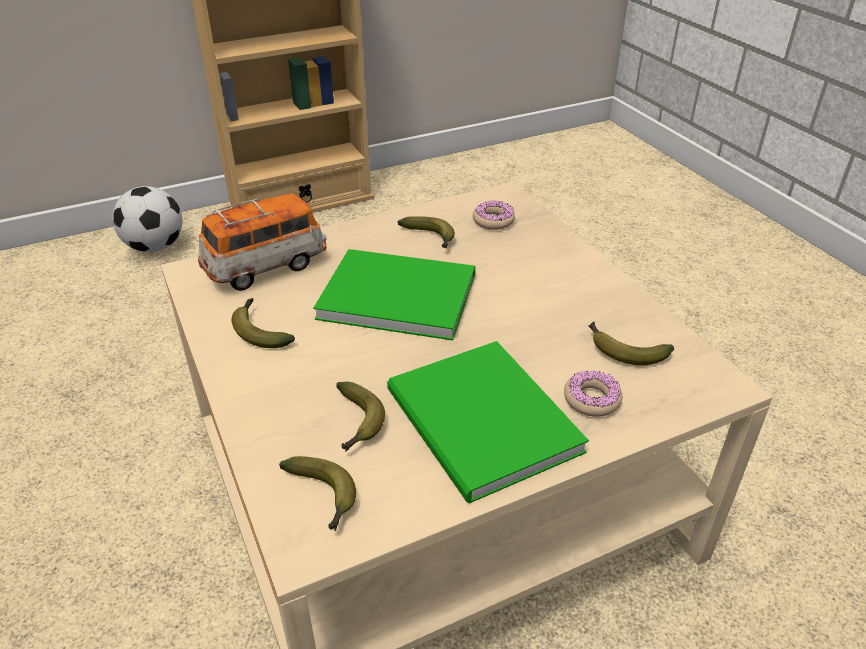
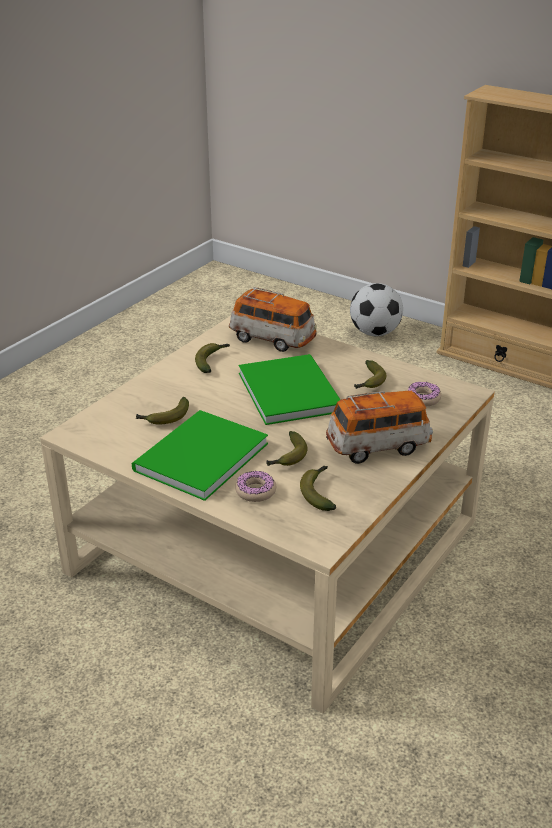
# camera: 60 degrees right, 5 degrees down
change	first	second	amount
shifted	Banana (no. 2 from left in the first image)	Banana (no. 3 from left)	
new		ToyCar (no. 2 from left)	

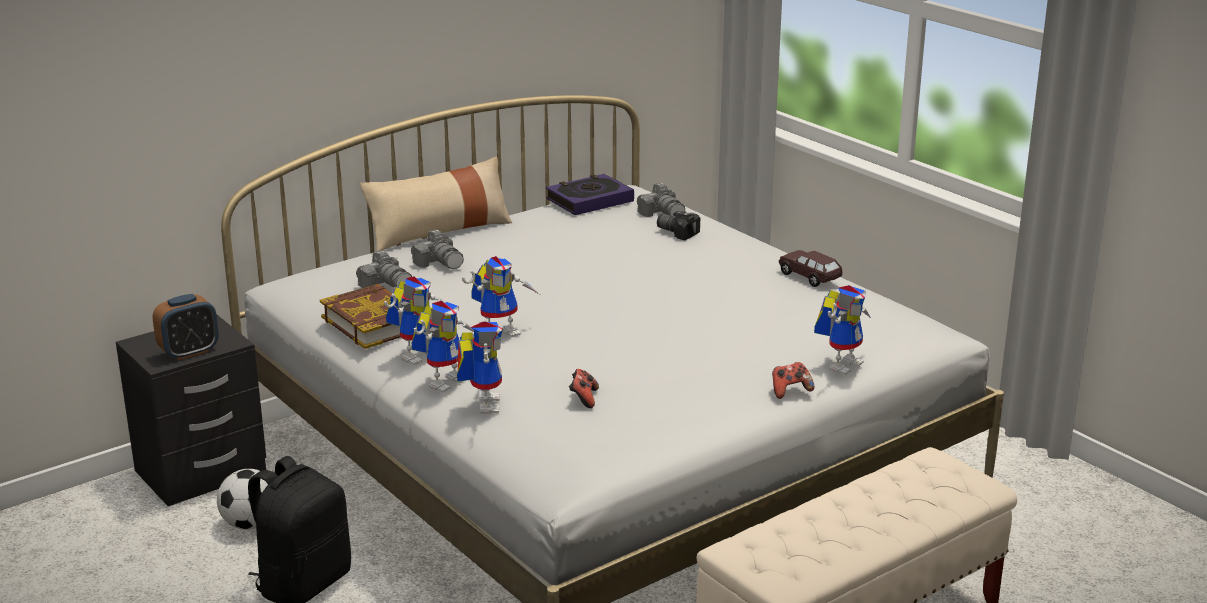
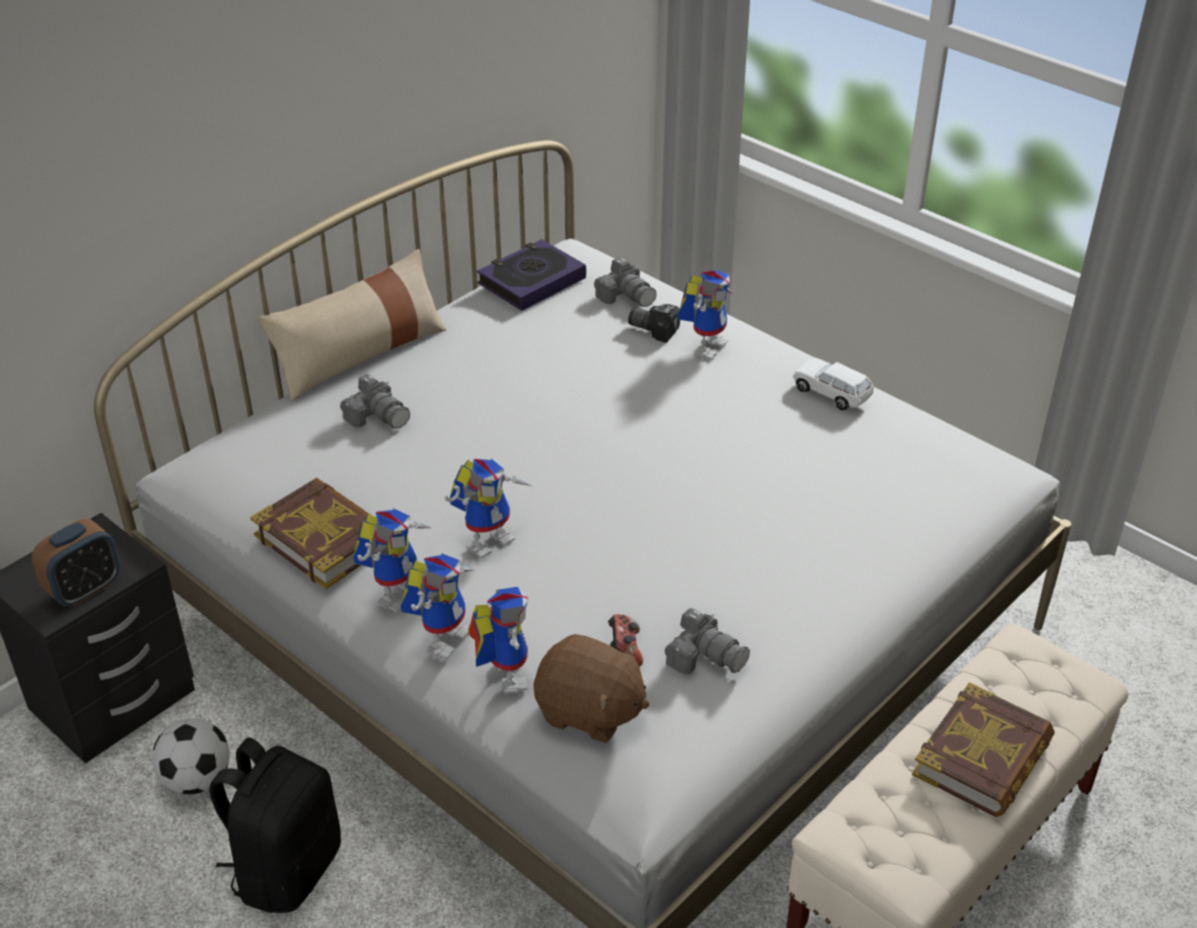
# camera: 10 degrees left, 15 degrees up
change	first	second	amount
shifted	PhotoCamera (no. 1 from left in the first image)	PhotoCamera (no. 4 from left)	
gone	GameController (no. 2 from left)		
repainted	BrownToyCar	WhiteToyCar	
shifted	ToyRobot (no. 5 from left)		
new		BrownPlushToy	
new		Book (no. 3 from left)	

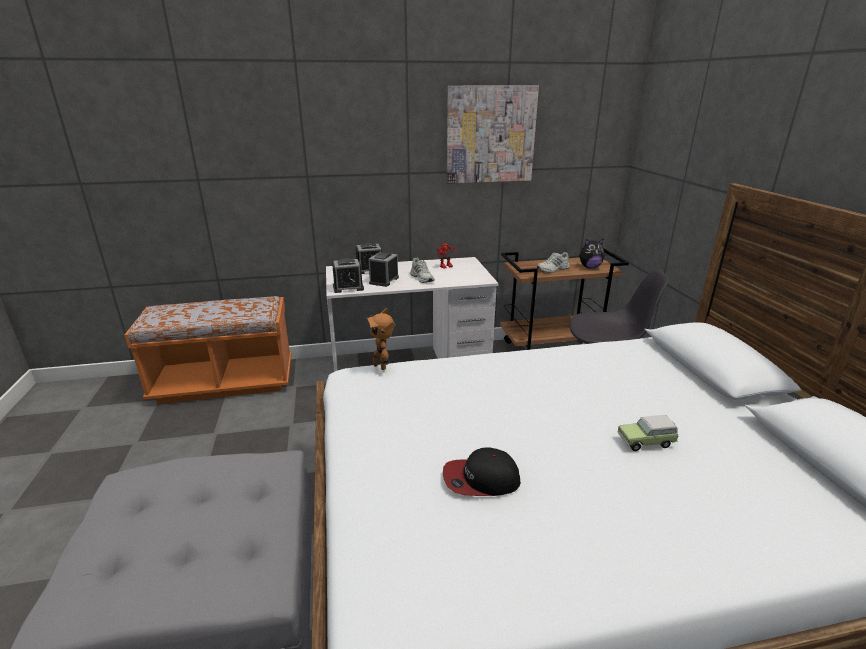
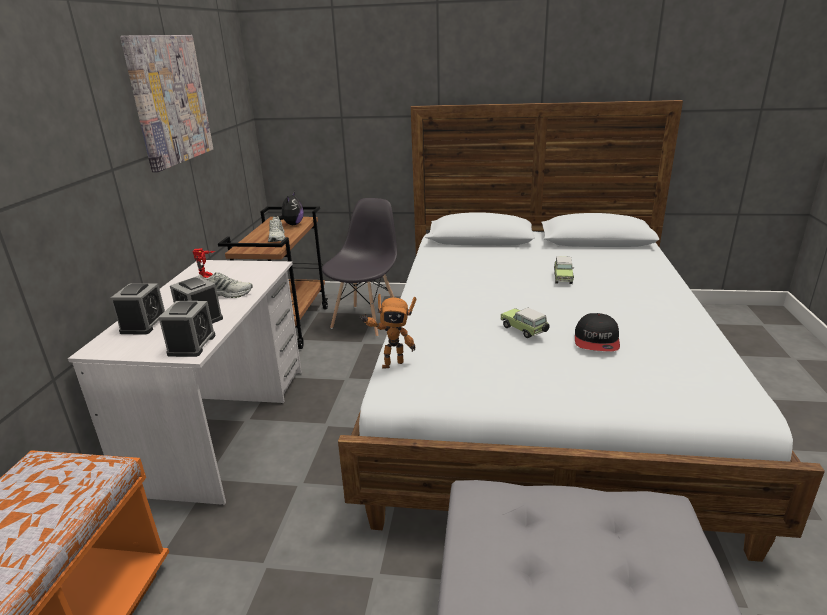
# camera: 70 degrees left, 0 degrees up
change	first	second	amount
new		ToyCar (no. 1 from left)	

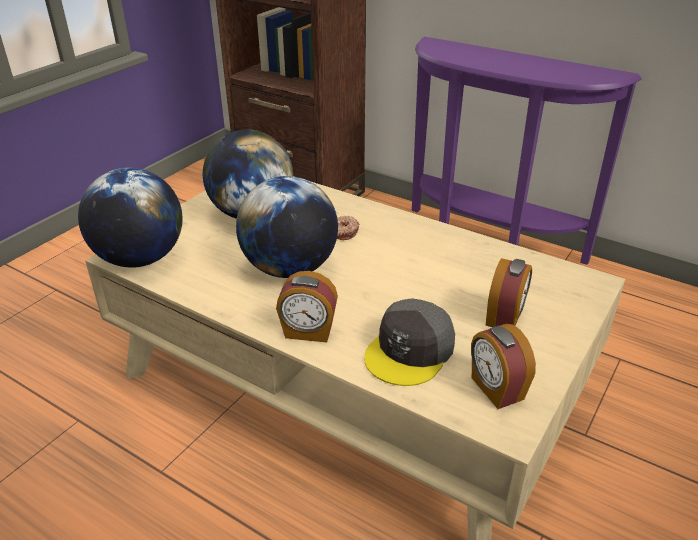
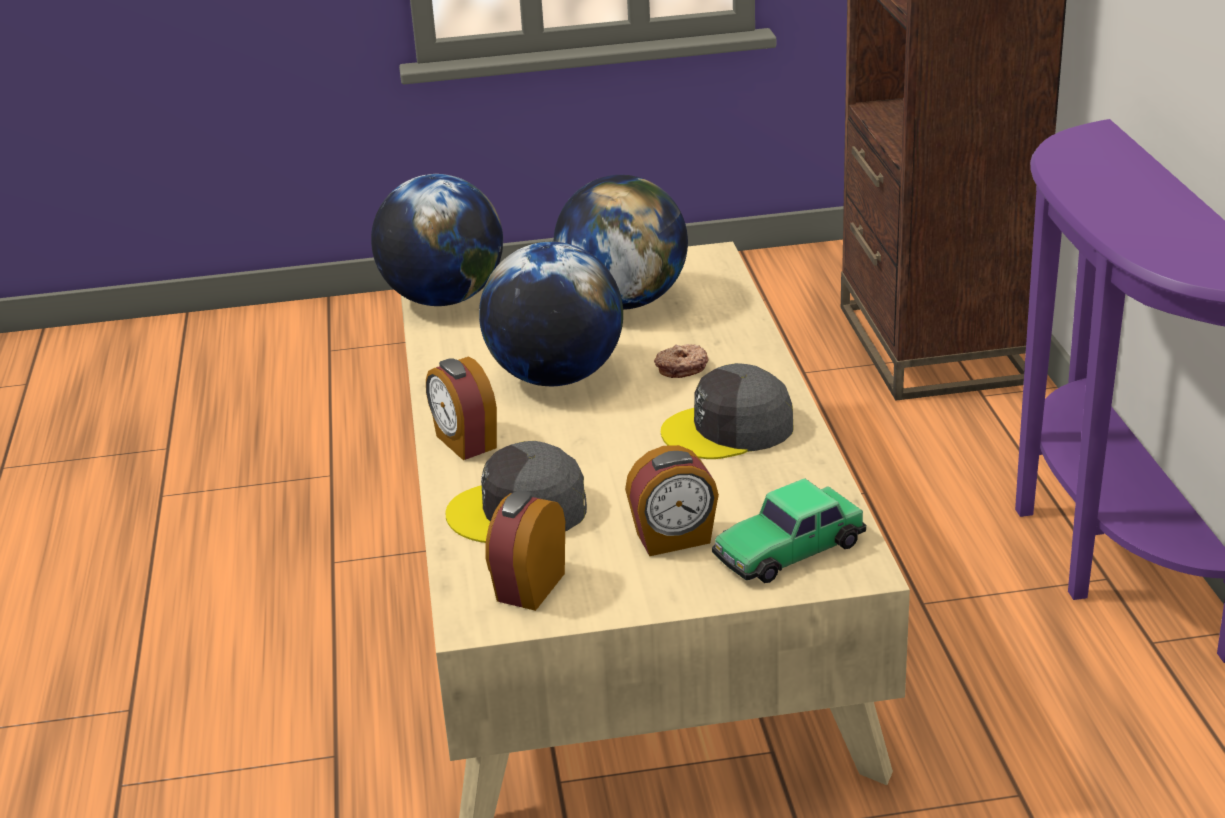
# camera: 50 degrees right, 5 degrees down
change	first	second	amount
new		GreyCap (no. 2 from left)	
new		ToyCar	

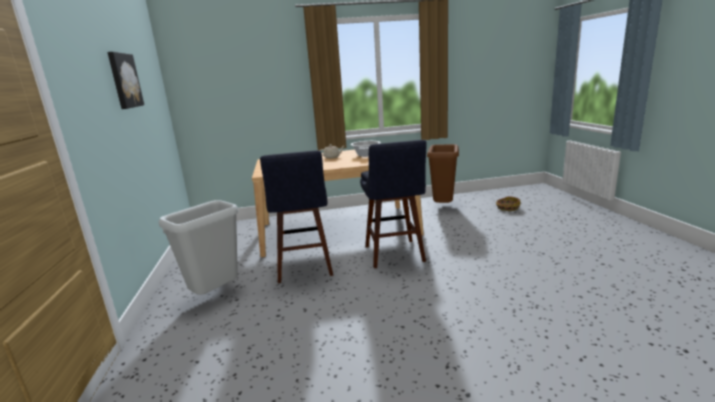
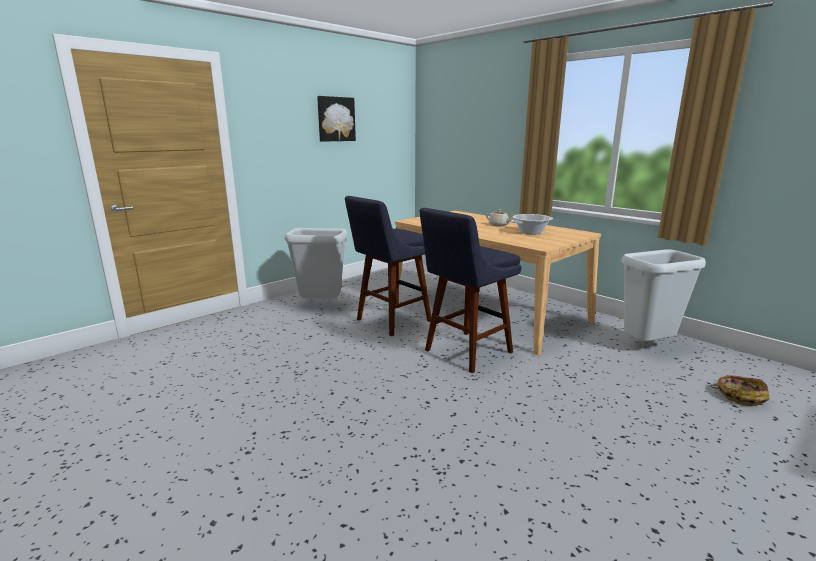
# camera: 55 degrees right, 0 degrees up
change	first	second	amount
repainted	BrownTrashCan	GreyTrashCan (no. 2 from left)	

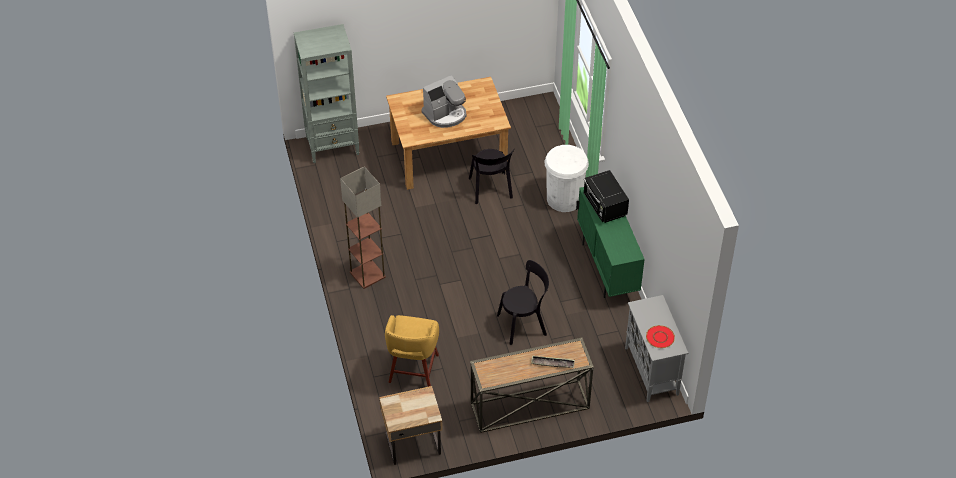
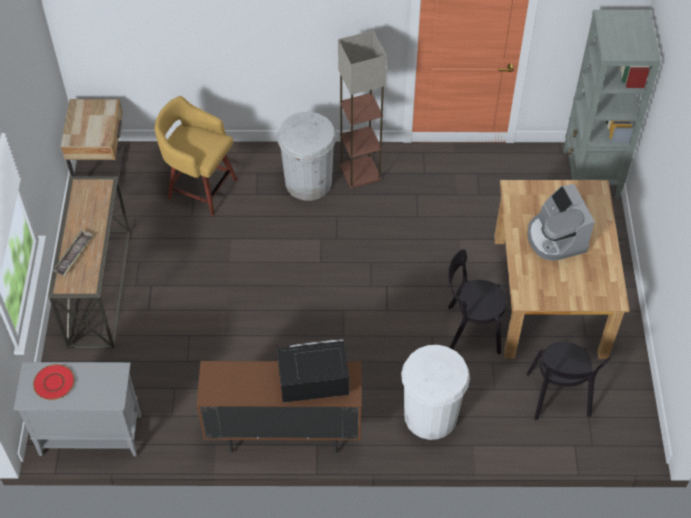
# camera: 105 degrees right, 5 degrees up
change	first	second	amount
shifted	BlackChair (no. 2 from left)		
repainted	GreenCabinet	BrownCabinet	
new		WhiteTrashCan (no. 1 from left)	

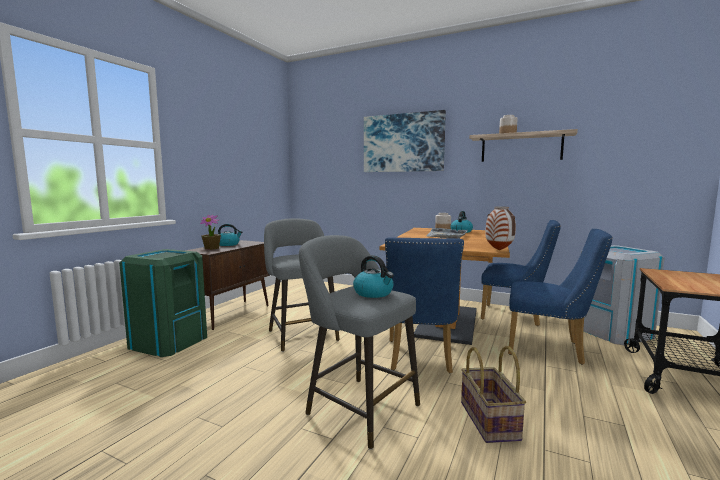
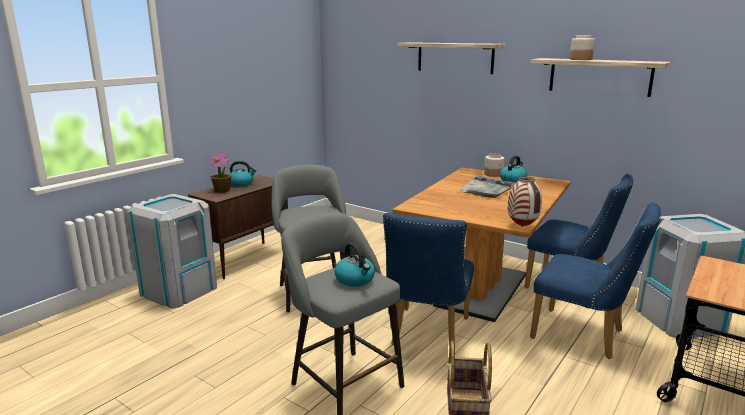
# camera: 10 degrees right, 10 degrees up
change	first	second	amount
repainted	GreenTrashCan	GreyTrashCan (no. 1 from left)	
swapped	Picture	Shelf (no. 1 from left)	

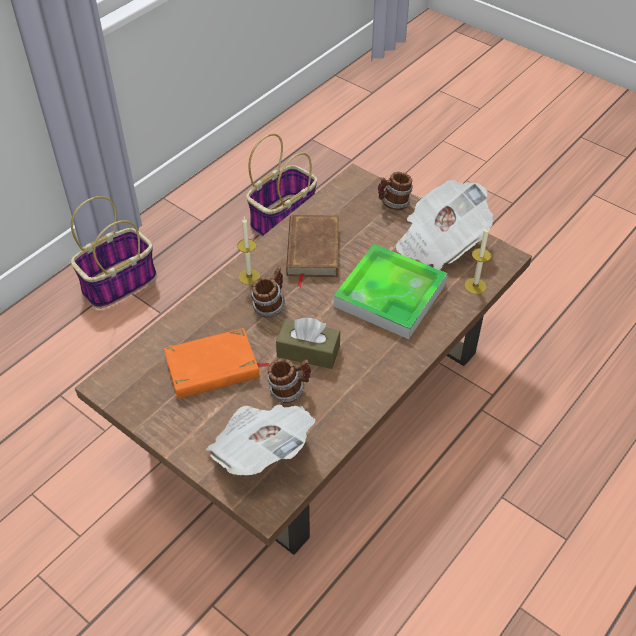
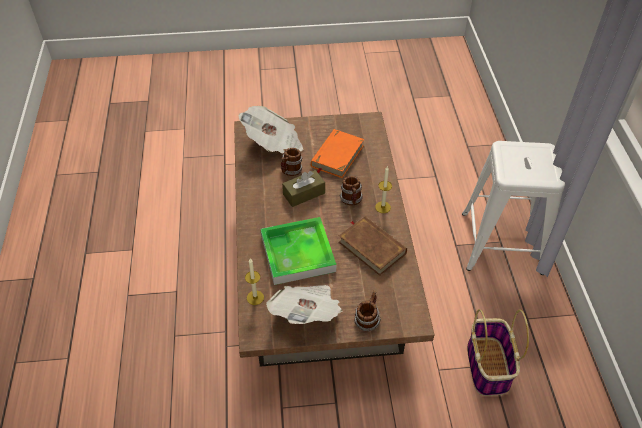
# camera: 135 degrees right, 0 degrees up
change	first	second	amount
swapped	Basket (no. 1 from left)	WhiteStool	

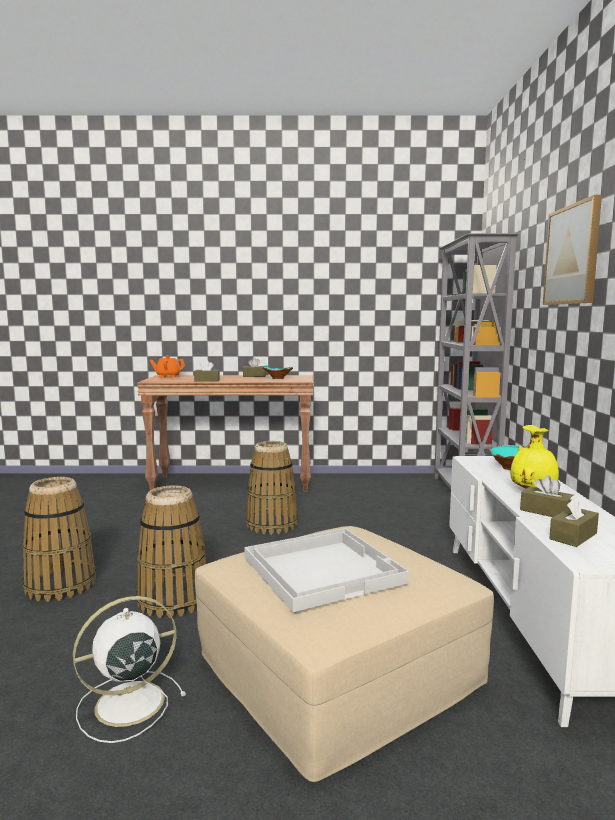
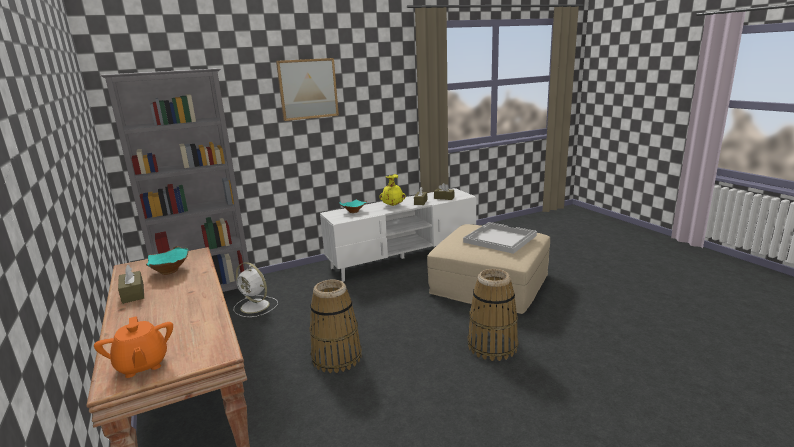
# camera: 115 degrees left, 10 degrees up
change	first	second	amount
gone	Basket (no. 1 from left)		
shifted	WhiteFan		
gone	BrownTissueBox (no. 1 from left)		

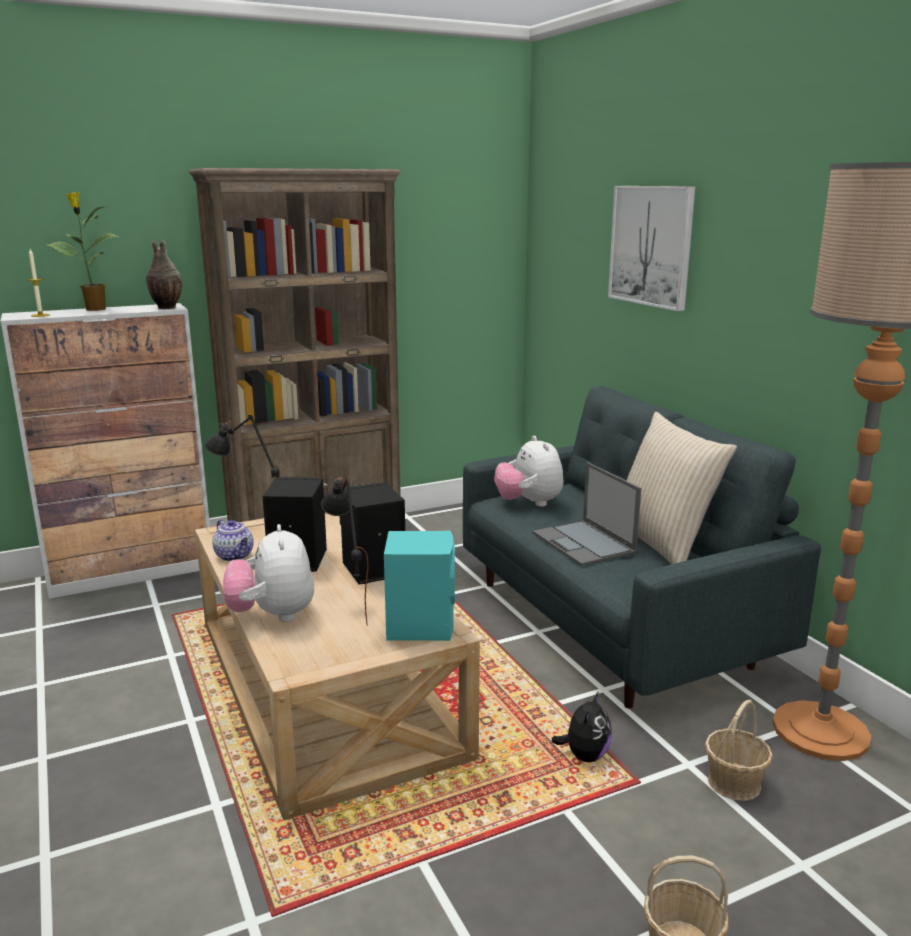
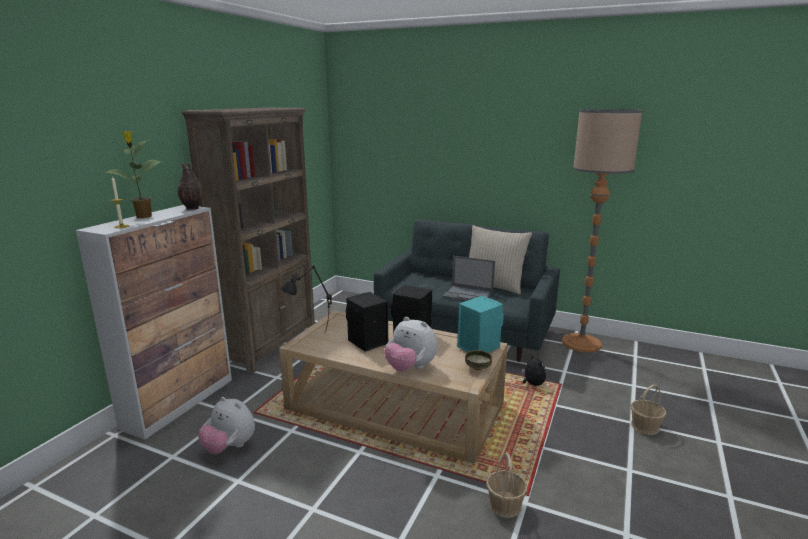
# camera: 40 degrees left, 0 degrees up
change	first	second	amount
gone	Teapot		
gone	BlackTableLamp (no. 2 from left)		
shifted	PlushToy (no. 2 from left in the first image)	PlushToy (no. 1 from left)	
gone	Picture		
shifted	Basket (no. 2 from left in the first image)	Basket (no. 1 from left)	
new		Bowl	

